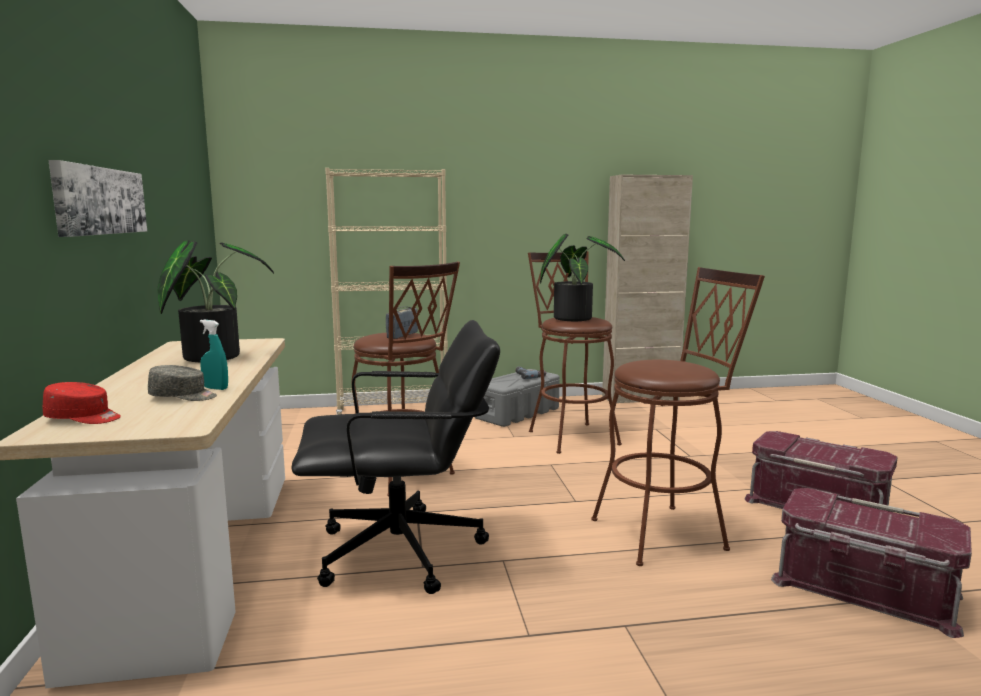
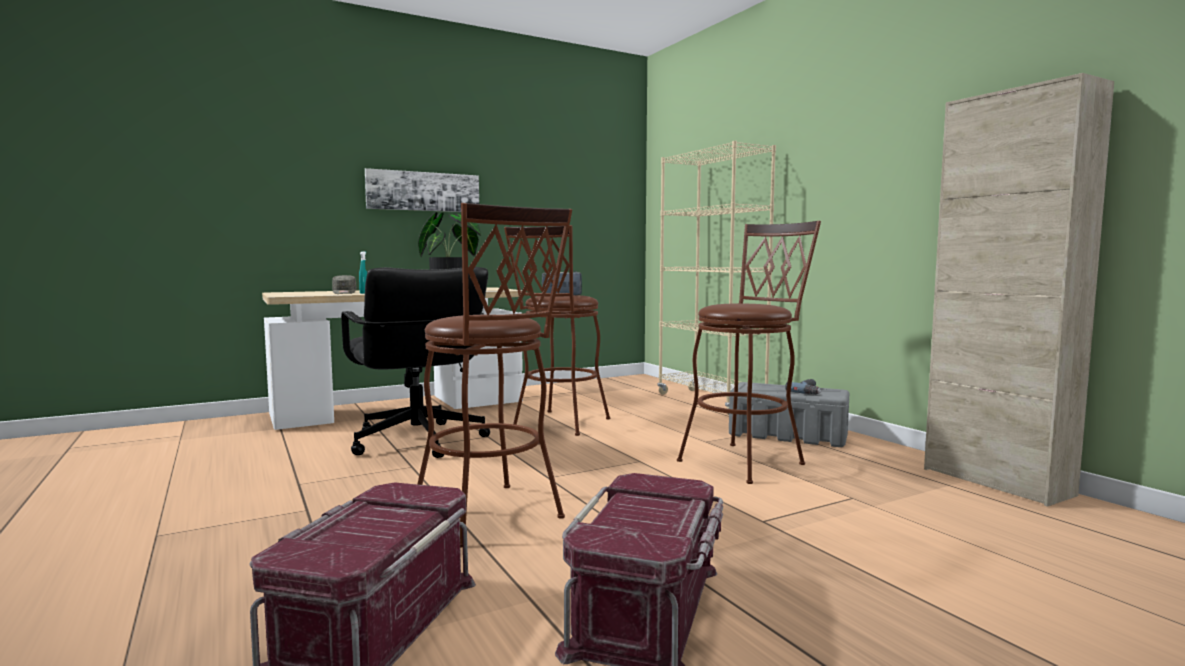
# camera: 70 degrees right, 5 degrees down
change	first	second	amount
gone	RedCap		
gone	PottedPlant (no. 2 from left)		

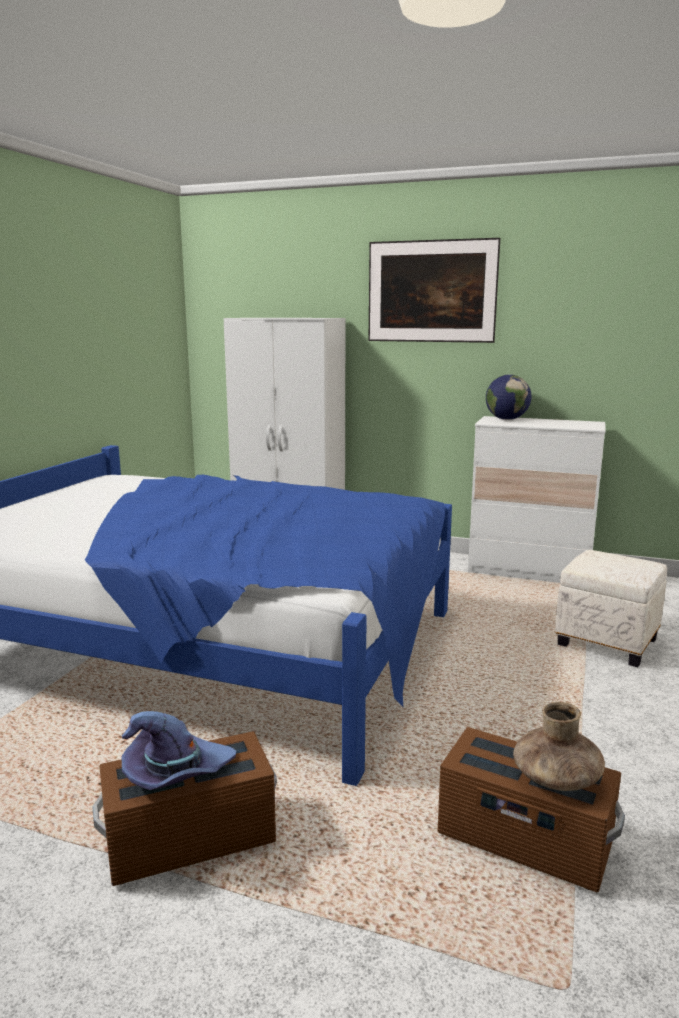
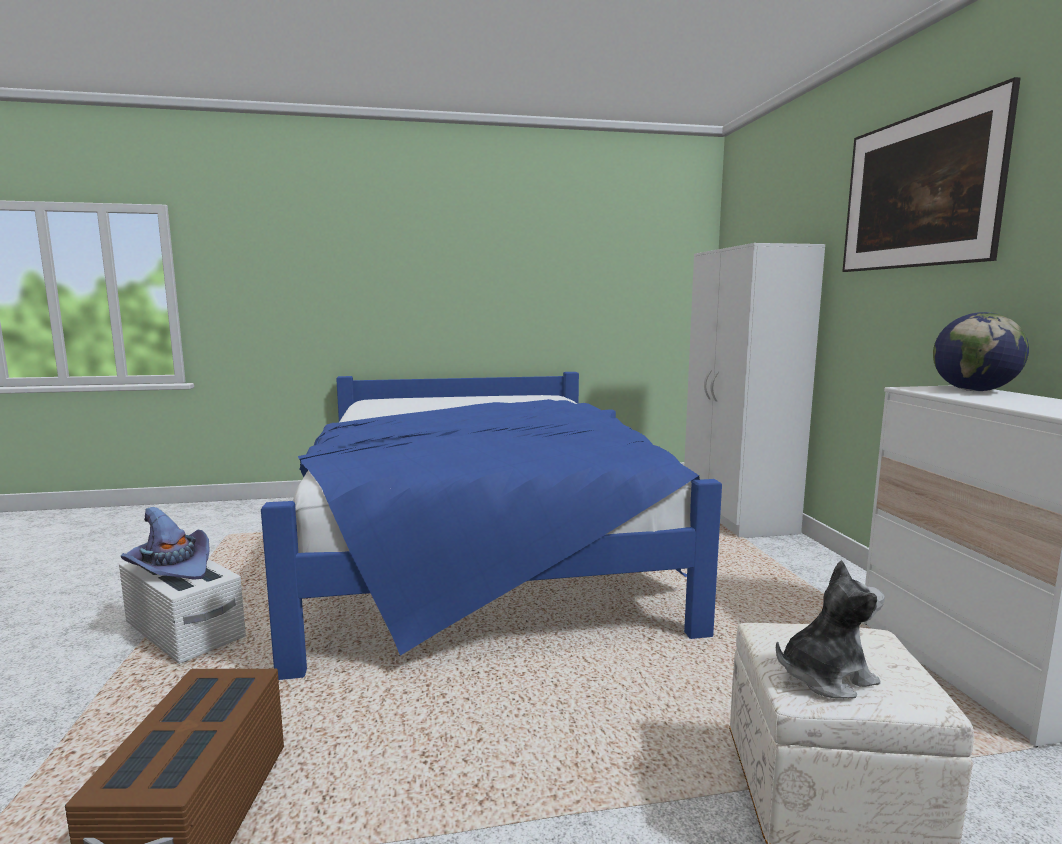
# camera: 60 degrees right, 5 degrees down
change	first	second	amount
repainted	BrownStorageBox (no. 1 from left)	WhiteStorageBox	
gone	BrownVase		
new		PlushToy	

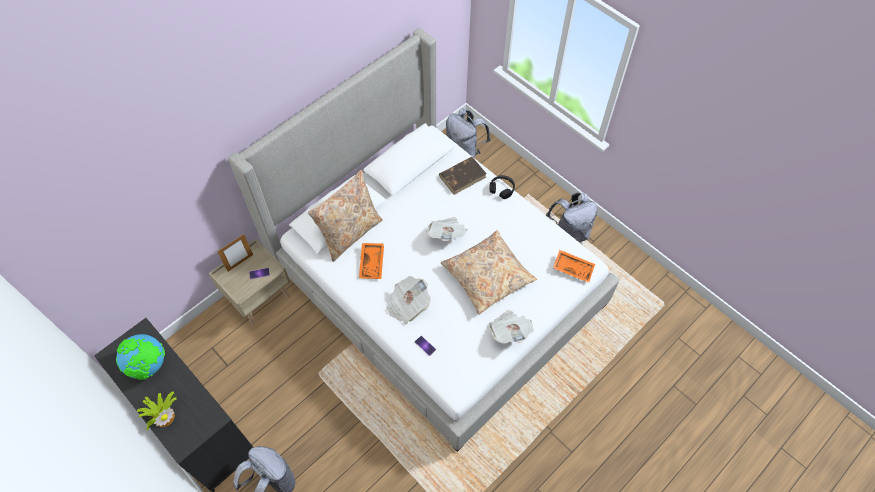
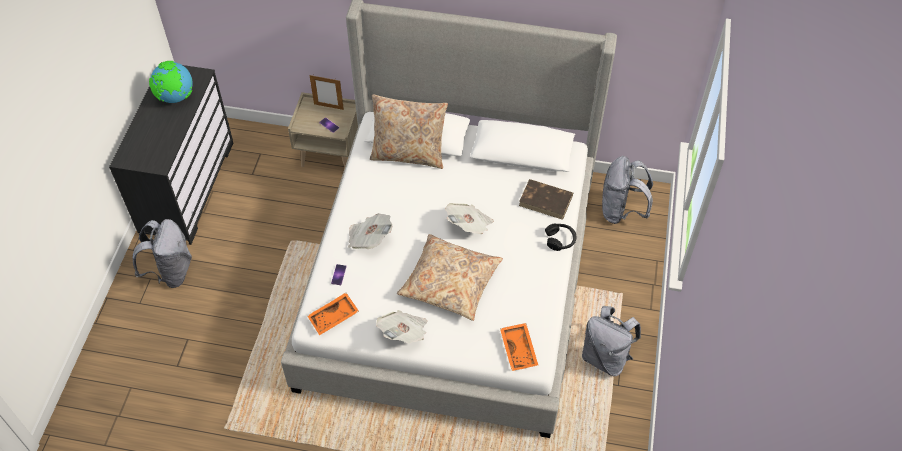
# camera: 55 degrees right, 5 degrees down
change	first	second	amount
gone	PottedPlant		
shifted	OrangeTray (no. 1 from left)		

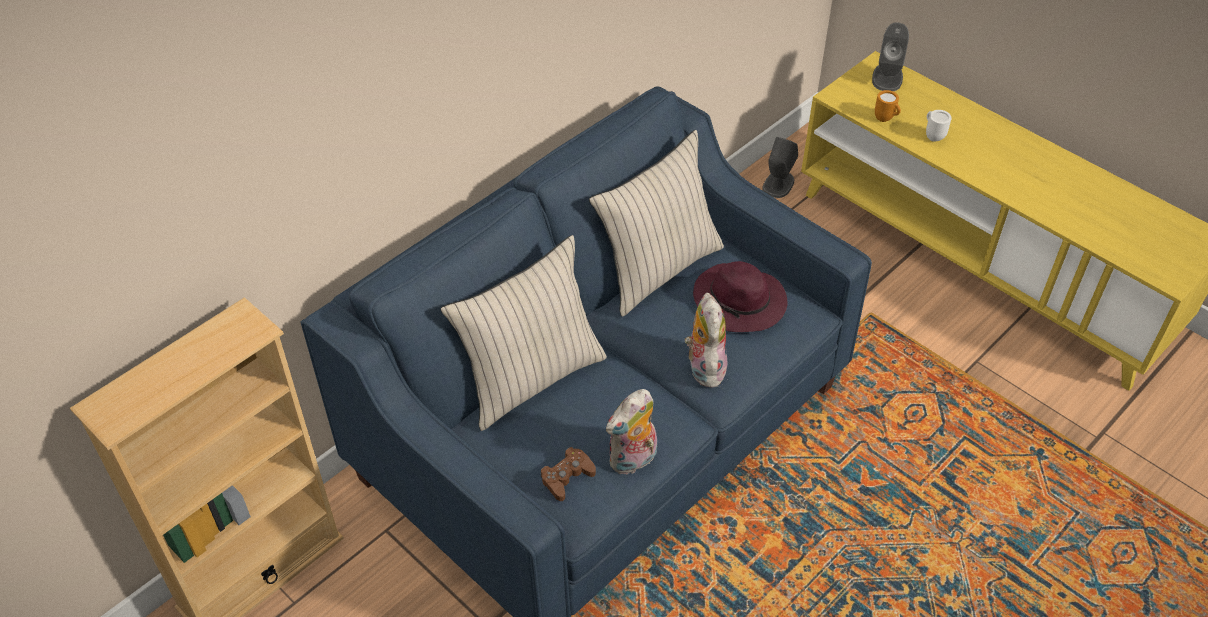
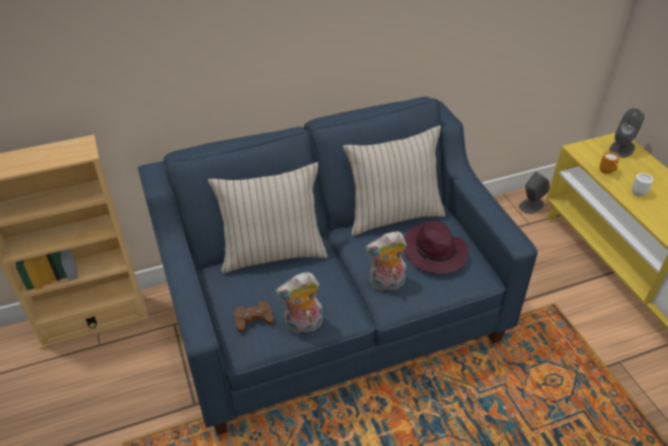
# camera: 25 degrees right, 5 degrees down
change	first	second	amount
rotated	PlushToy (no. 2 from left)		120 degrees counterclockwise

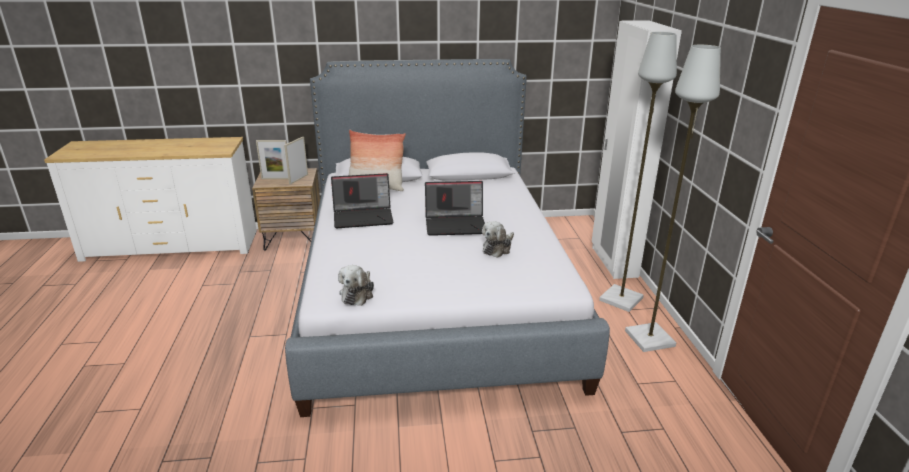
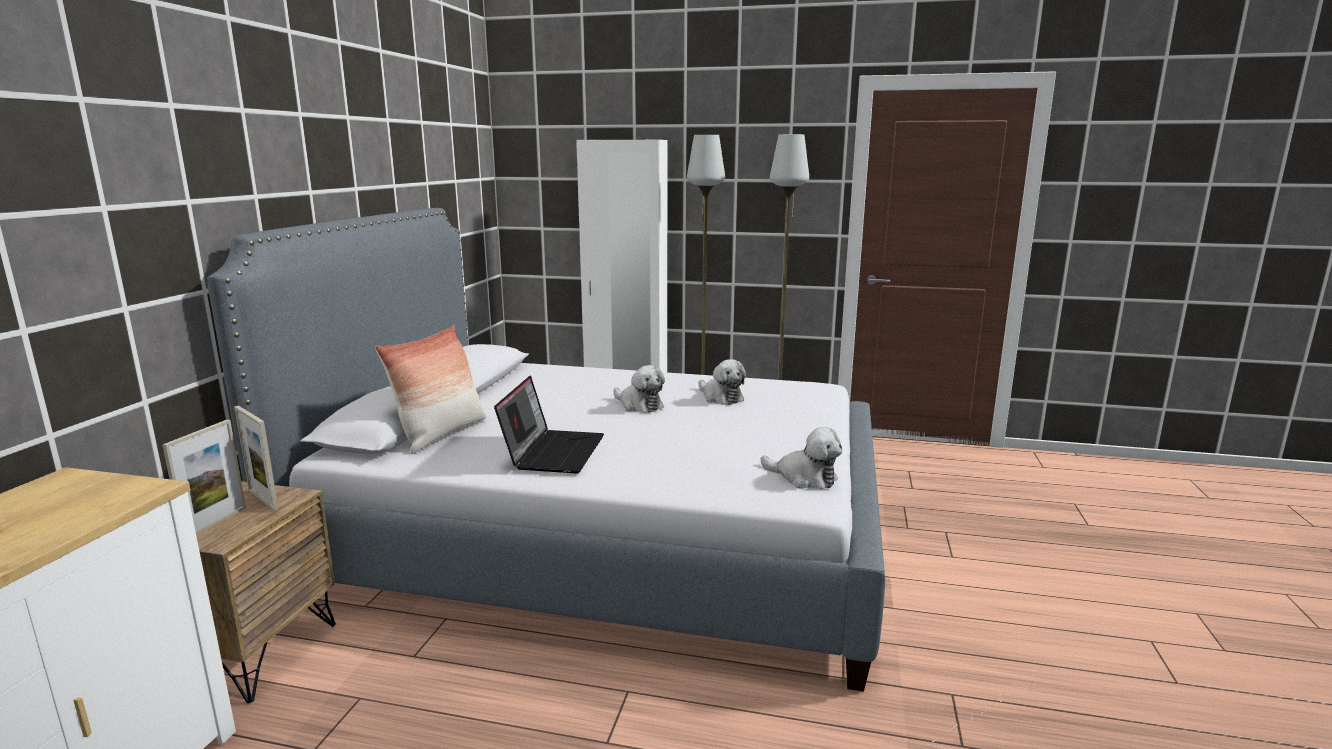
# camera: 70 degrees left, 10 degrees down
change	first	second	amount
swapped	Laptop (no. 2 from left)	PlushToy (no. 1 from left)	

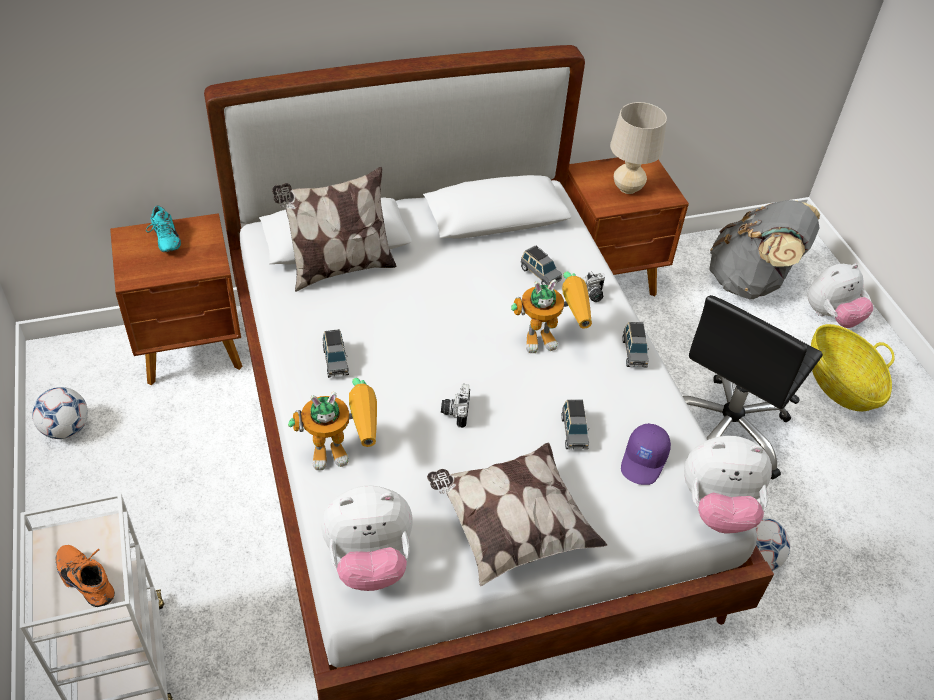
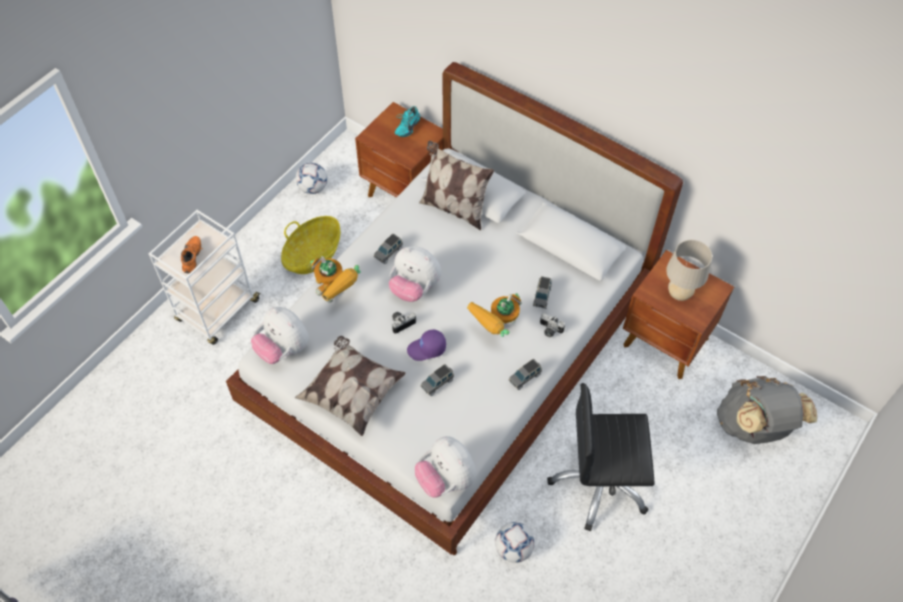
# camera: 55 degrees right, 10 degrees up
change	first	second	amount
rotated	ToyRobot (no. 2 from left)		90 degrees clockwise
shifted	PurpleCap		
shifted	PlushToy (no. 3 from left in the first image)	PlushToy (no. 2 from left)	
shifted	Basket		

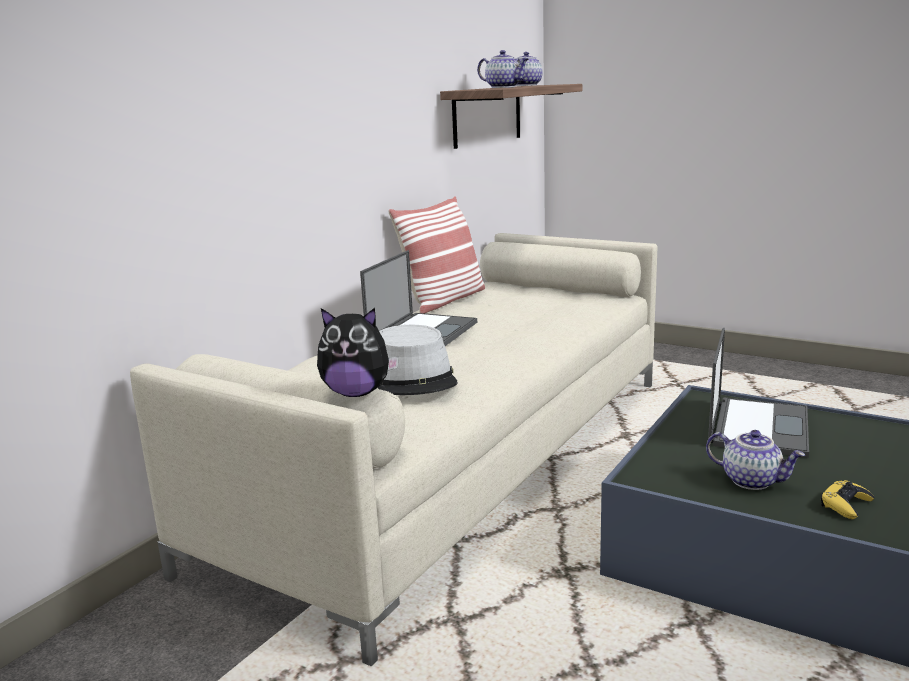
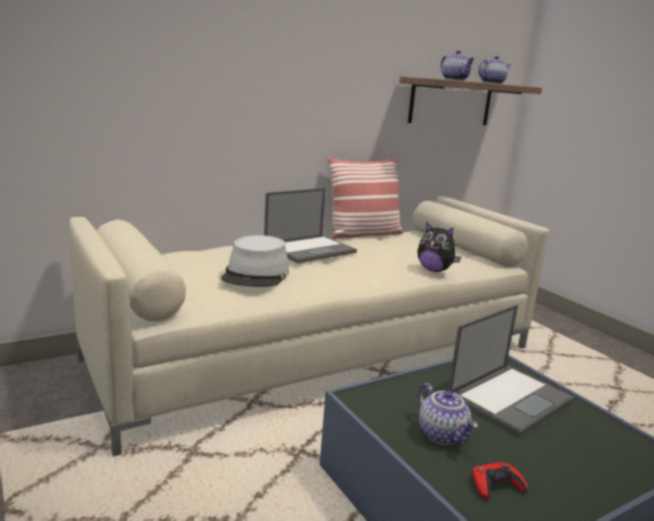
# camera: 25 degrees right, 0 degrees up
change	first	second	amount
shifted	PlushToy		
repainted	YellowGameController	RedGameController	

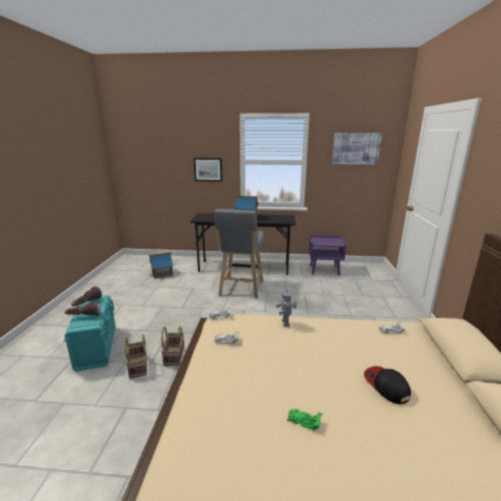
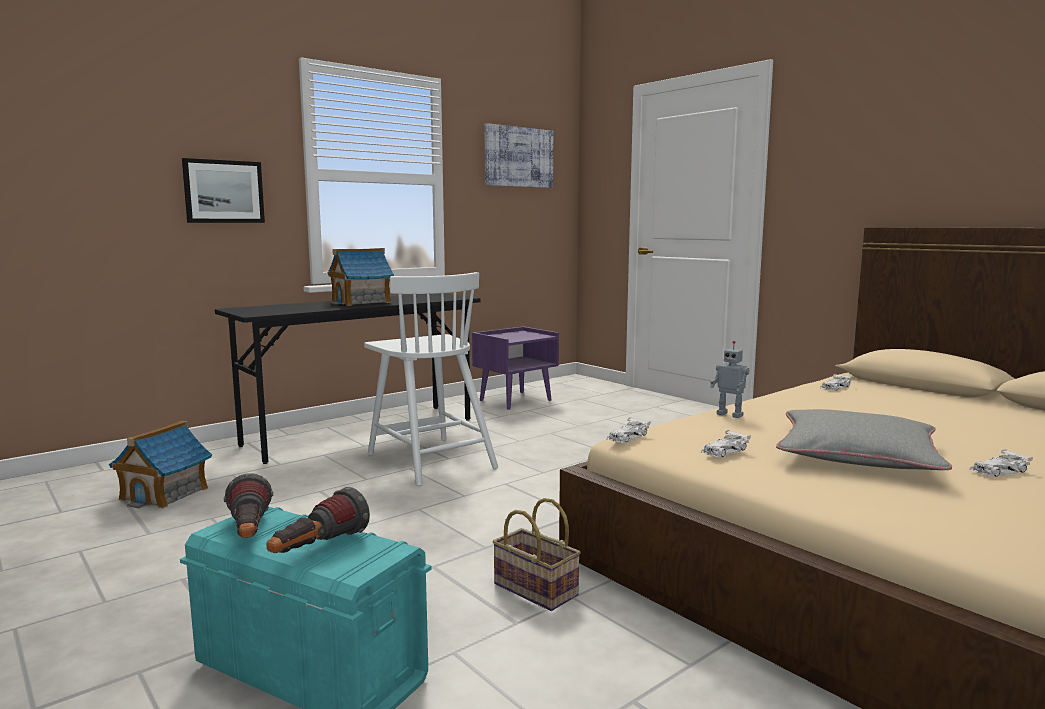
# camera: 45 degrees left, 10 degrees down
change	first	second	amount
gone	Basket (no. 1 from left)		
swapped	GreyStool	WhiteChair	
repainted	GreenToyCar	WhiteToyCar (no. 4 from left)	
gone	Cap		
new		GreyPillow	

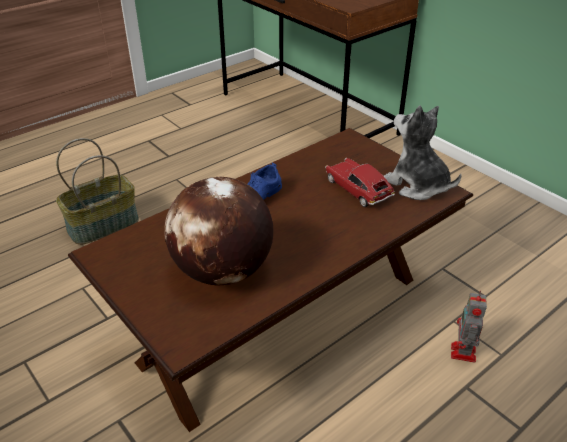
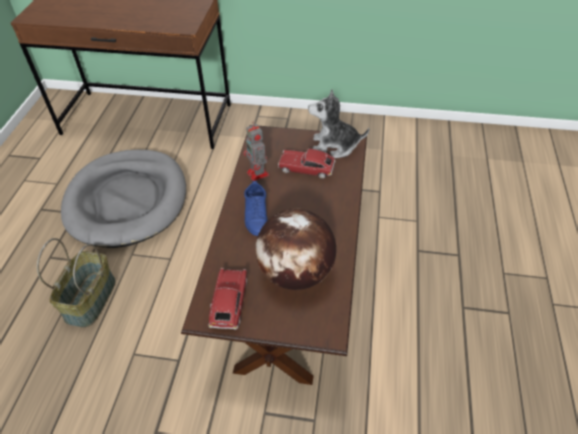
# camera: 40 degrees left, 10 degrees up
change	first	second	amount
shifted	ToyRobot		
new		GreyDogBed	
new		ToyCar (no. 1 from left)	

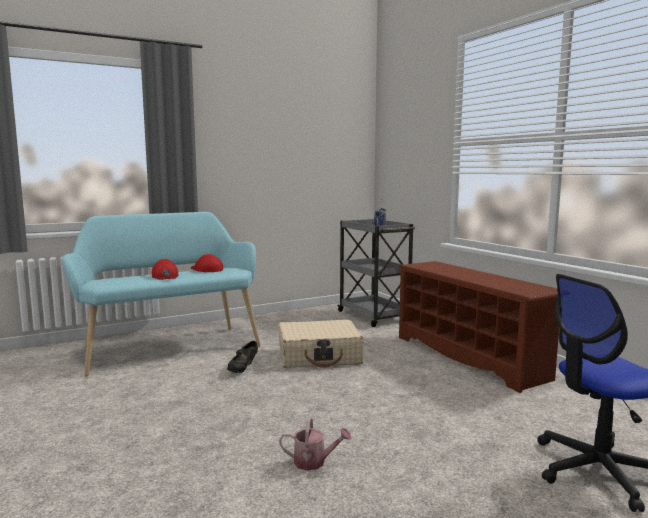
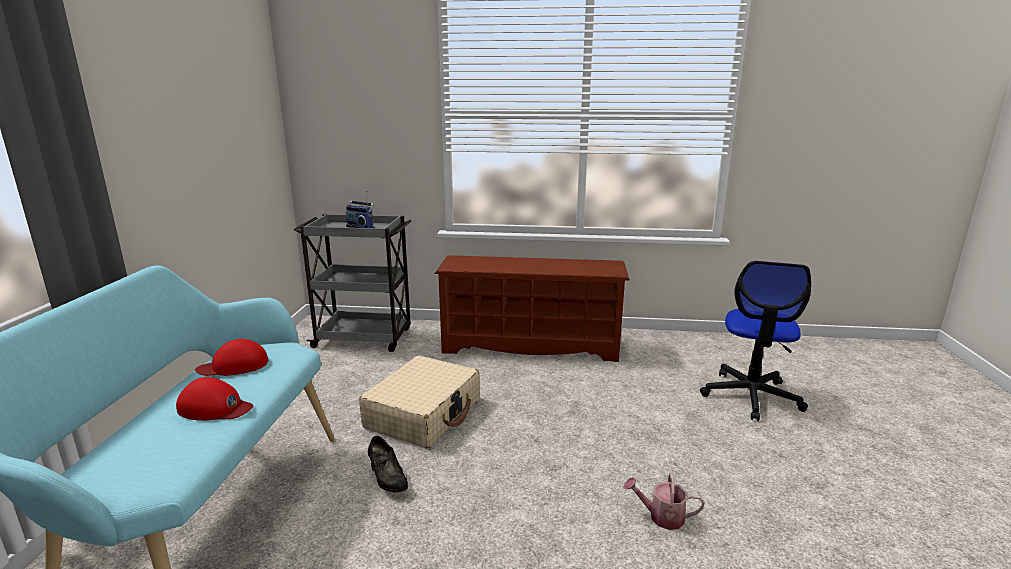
# camera: 55 degrees left, 10 degrees up
change	first	second	amount
rotated	WateringCan		120 degrees counterclockwise

